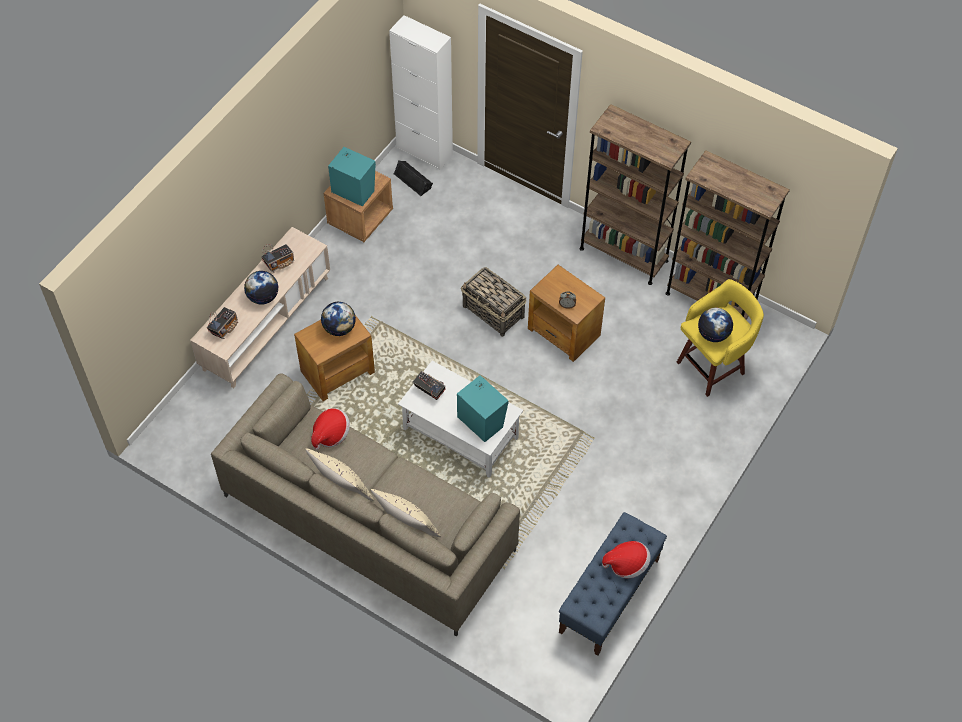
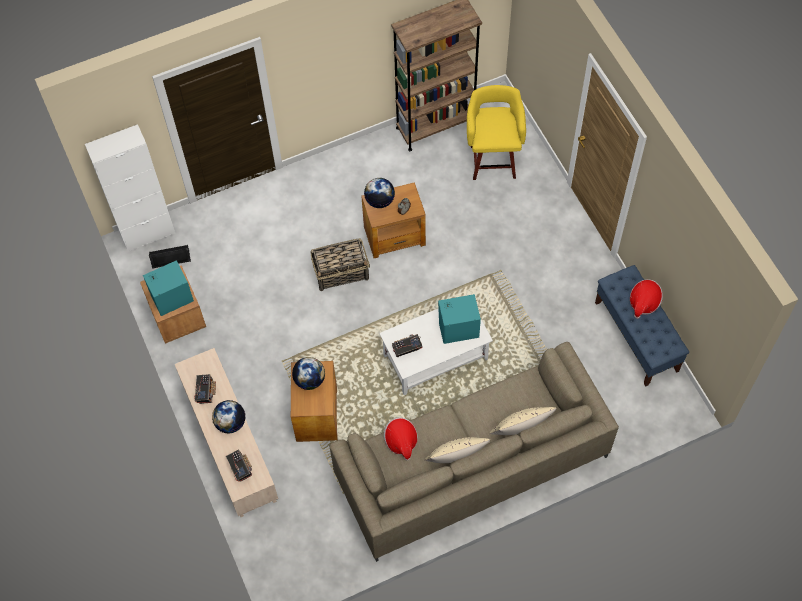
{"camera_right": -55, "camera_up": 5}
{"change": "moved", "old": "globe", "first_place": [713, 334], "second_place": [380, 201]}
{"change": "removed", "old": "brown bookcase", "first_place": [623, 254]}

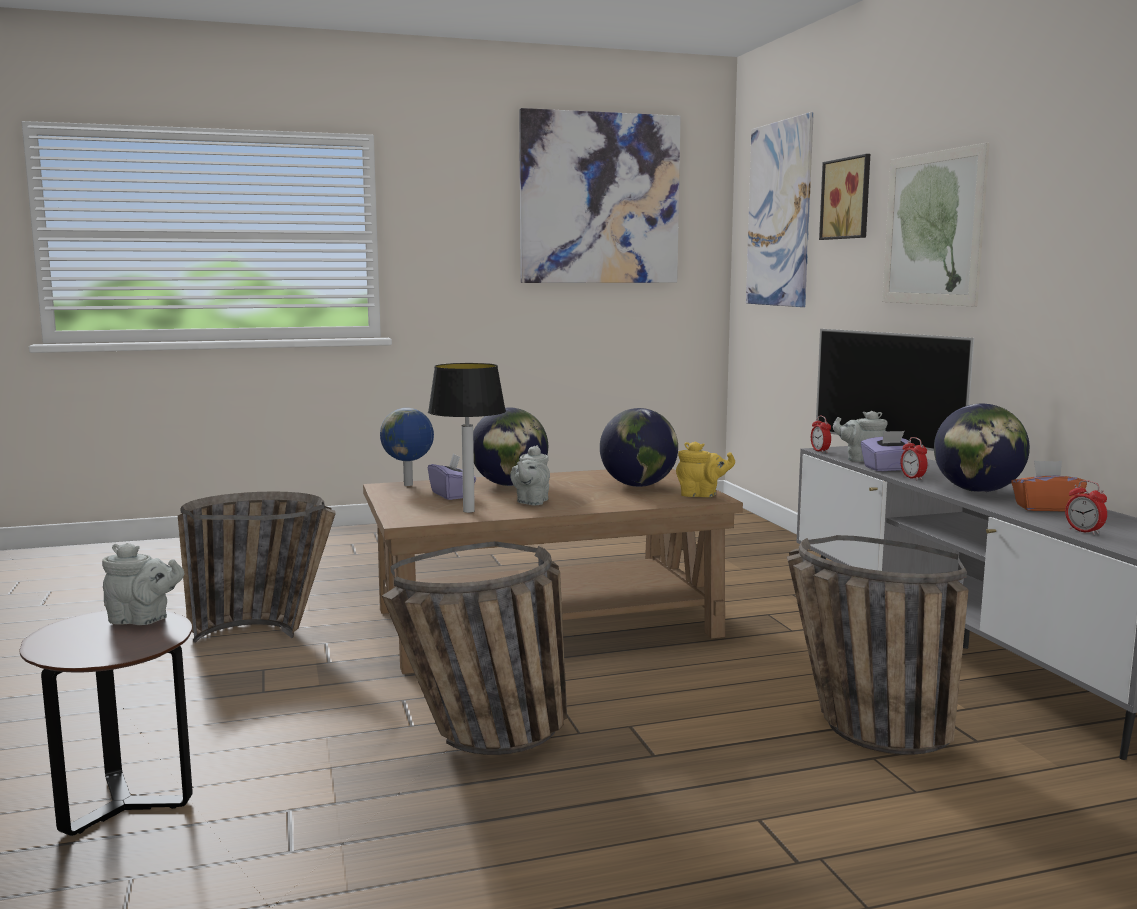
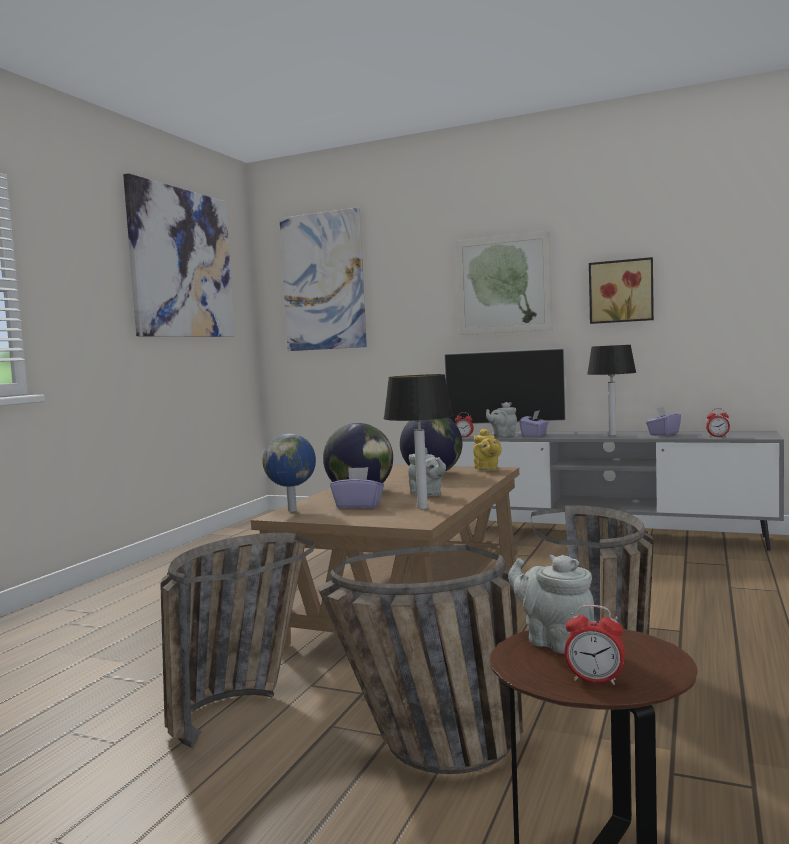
{"camera_right": -50, "camera_up": -5}
{"change": "moved", "old": "basket", "first_place": [855, 725], "second_place": [427, 754]}
{"change": "turned", "old": "yellow teapot", "first_place": [701, 495], "second_place": [486, 469], "degrees": 120}
{"change": "turned", "old": "grey teapot", "first_place": [143, 620], "second_place": [554, 641], "degrees": -90}
{"change": "moved", "old": "alarm clock", "first_place": [912, 478], "second_place": [595, 680]}
{"change": "replaced", "old": "globe", "new": "table lamp", "first_place": [977, 491], "second_place": [612, 435]}
{"change": "moved", "old": "picture", "first_place": [848, 198], "second_place": [621, 291]}
{"change": "recoloured", "old": "orange tissue box", "new": "purple tissue box", "first_place": [1045, 508], "second_place": [663, 434]}

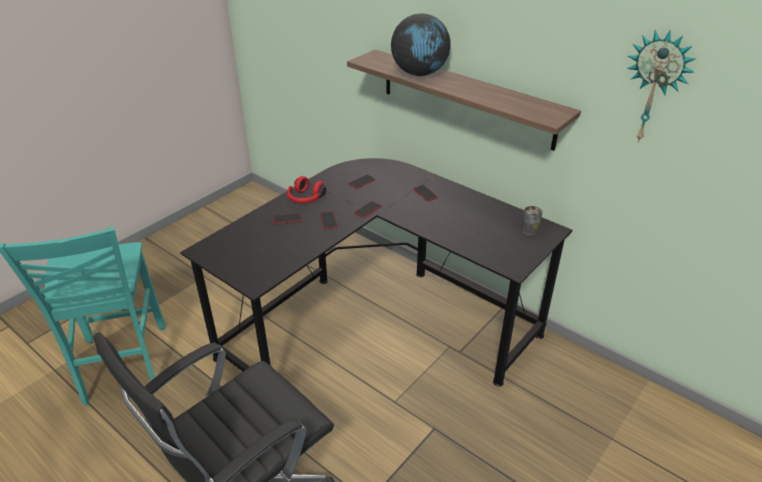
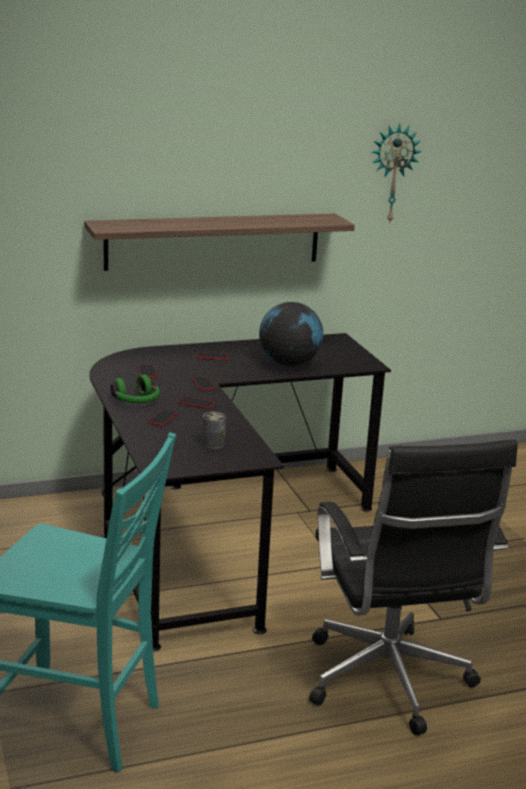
{"camera_right": -60, "camera_up": -15}
{"change": "recoloured", "old": "red headphones", "new": "green headphones", "first_place": [305, 199], "second_place": [136, 402]}
{"change": "moved", "old": "can", "first_place": [529, 230], "second_place": [213, 444]}
{"change": "moved", "old": "globe", "first_place": [419, 73], "second_place": [289, 364]}

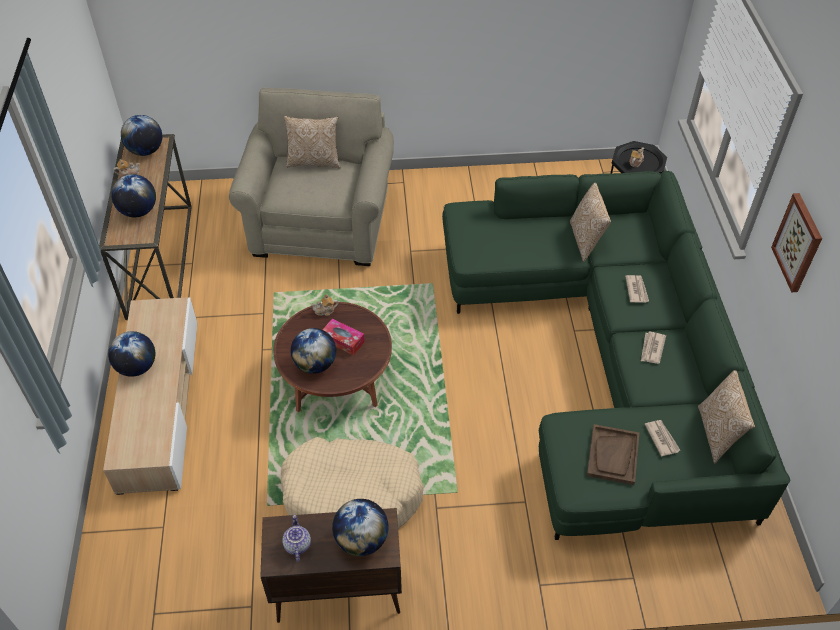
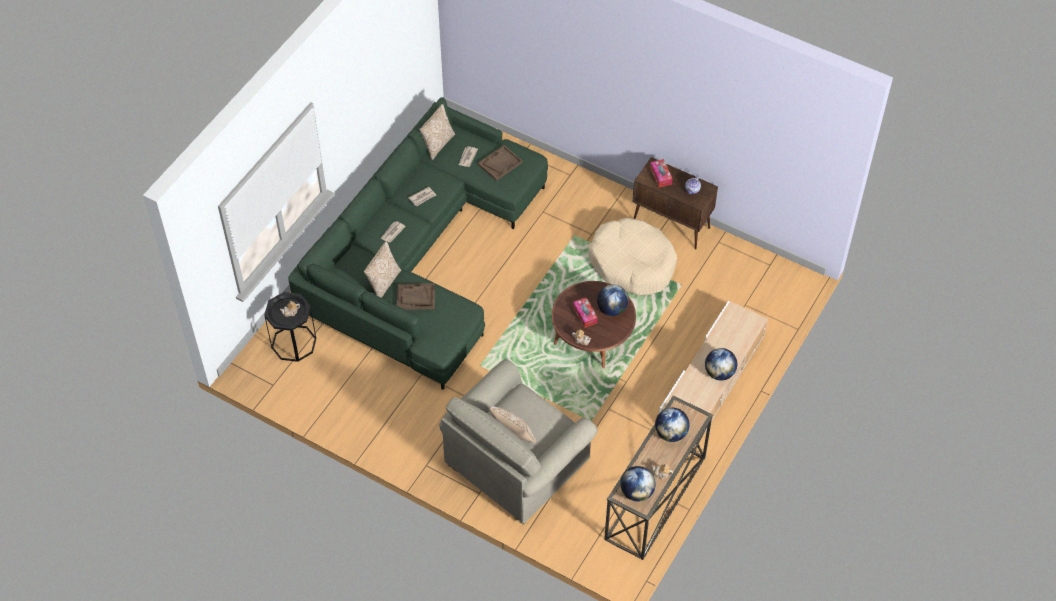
{"camera_right": -145, "camera_up": 5}
{"change": "added", "new": "brown tray", "second_place": [415, 297]}
{"change": "replaced", "old": "globe", "new": "tissue box", "first_place": [361, 540], "second_place": [661, 176]}
{"change": "removed", "old": "picture", "first_place": [798, 243]}

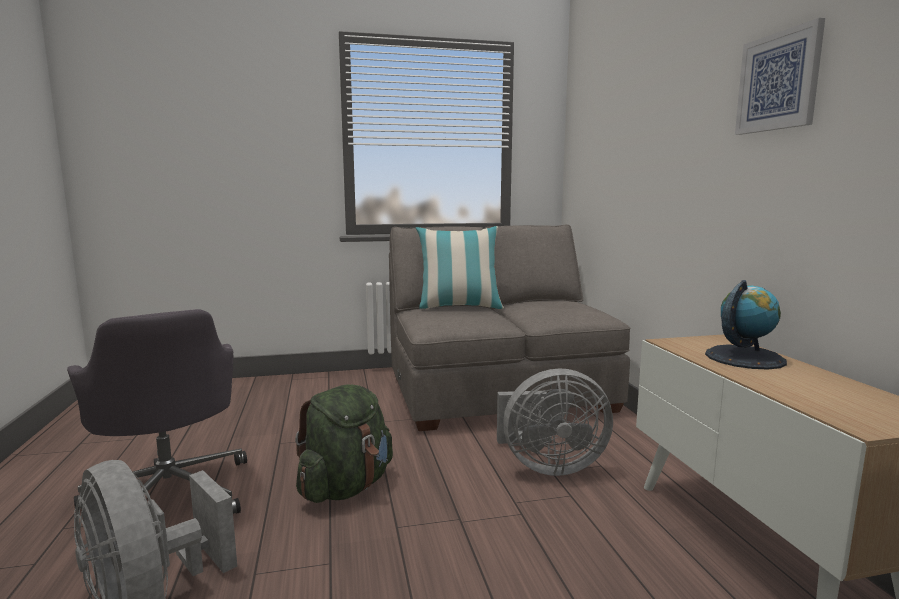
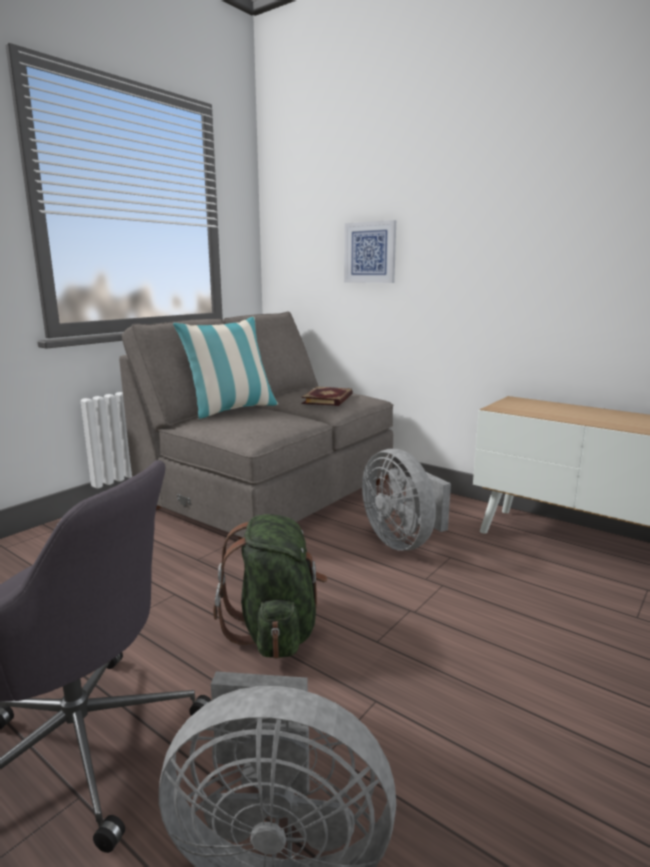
{"camera_right": -40, "camera_up": 5}
{"change": "added", "new": "book", "second_place": [328, 399]}
{"change": "moved", "old": "picture", "first_place": [778, 82], "second_place": [370, 252]}
{"change": "turned", "old": "grey fan", "first_place": [548, 465], "second_place": [403, 541], "degrees": 105}
{"change": "removed", "old": "globe", "first_place": [744, 357]}

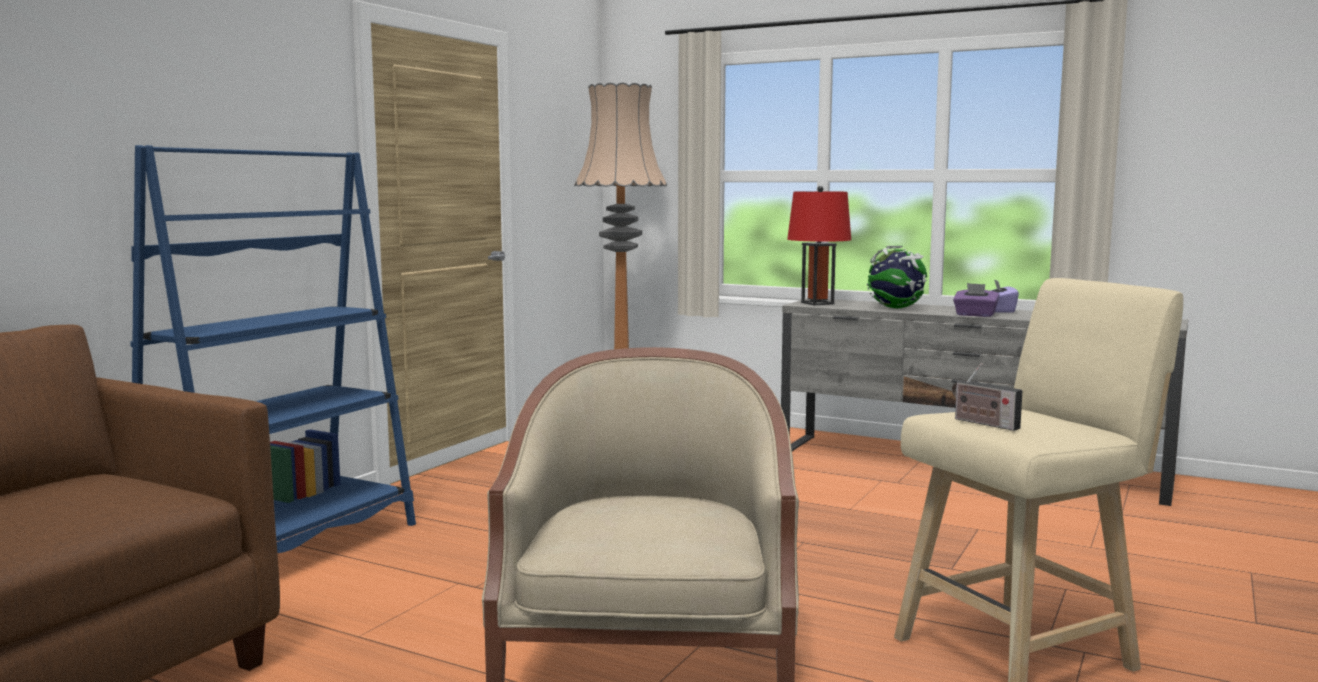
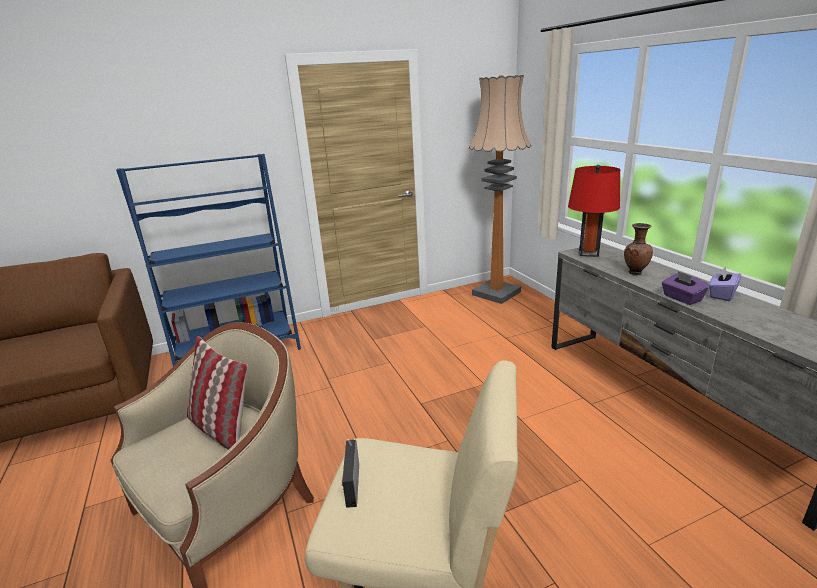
{"camera_right": 40, "camera_up": 15}
{"change": "added", "new": "pillow", "second_place": [222, 428]}
{"change": "replaced", "old": "globe", "new": "brown vase", "first_place": [896, 308], "second_place": [634, 272]}

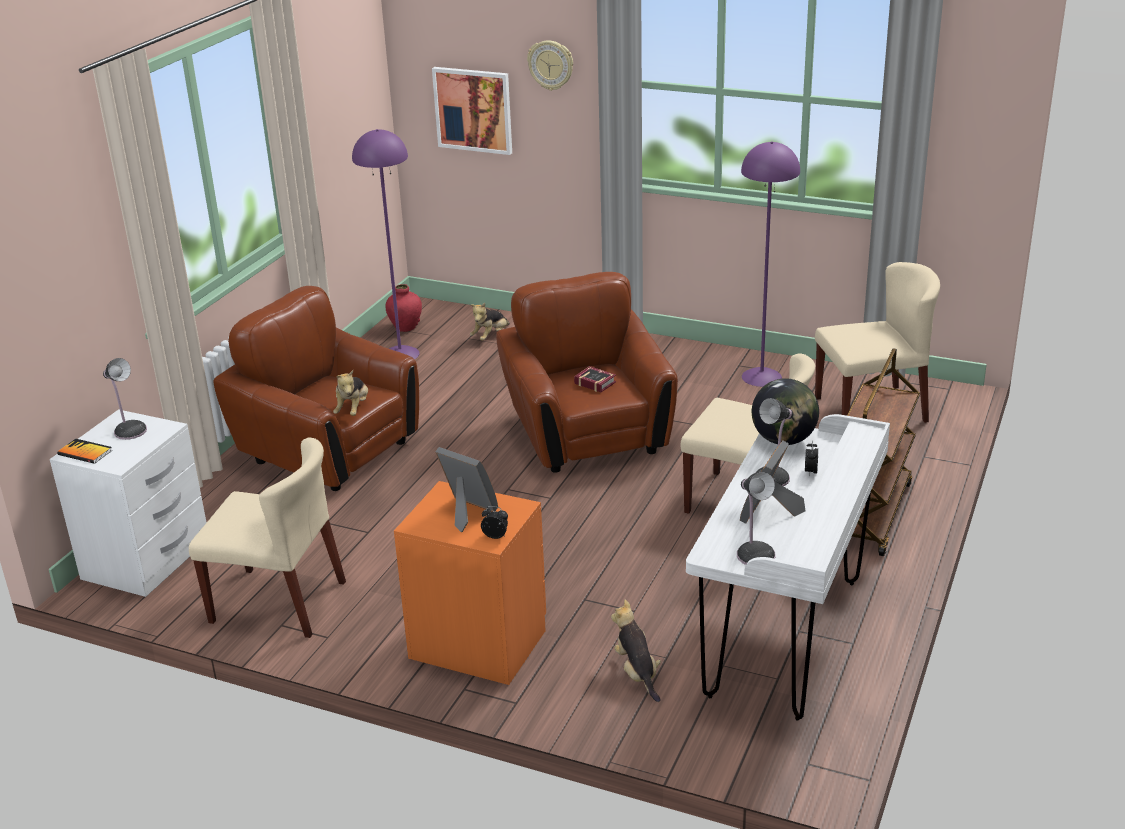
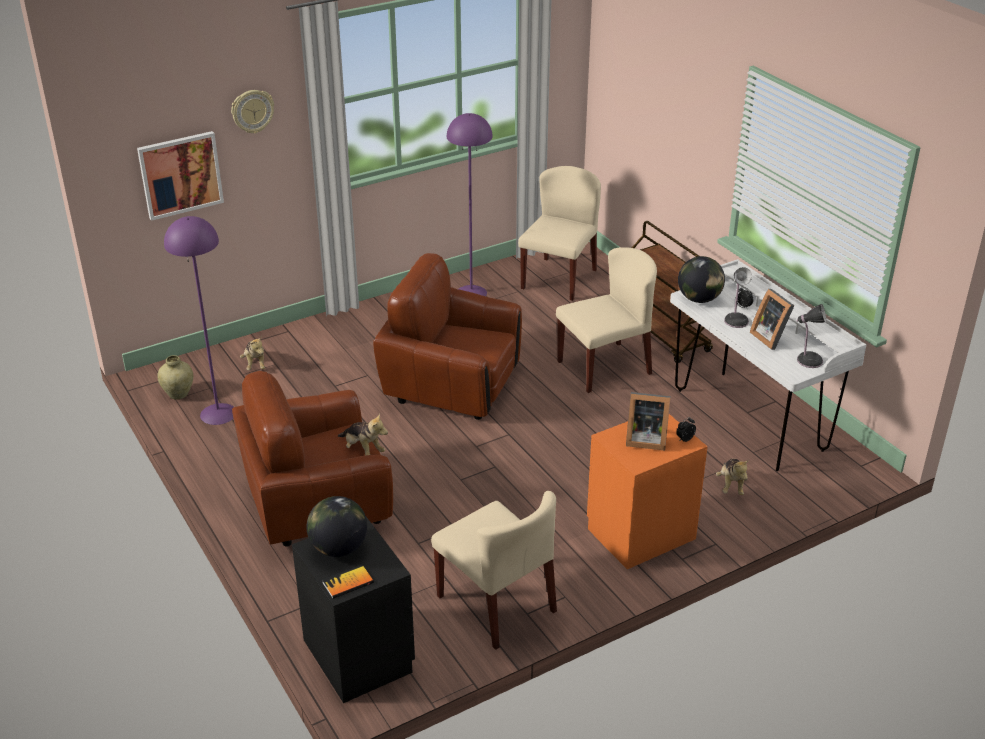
{"camera_right": -55, "camera_up": 5}
{"change": "recoloured", "old": "red vase", "new": "beige vase", "first_place": [405, 327], "second_place": [178, 394]}
{"change": "recoloured", "old": "white nightstand", "new": "black nightstand", "first_place": [147, 560], "second_place": [359, 655]}
{"change": "replaced", "old": "table lamp", "new": "globe", "first_place": [129, 430], "second_place": [339, 548]}
{"change": "turned", "old": "beige chair", "first_place": [279, 602], "second_place": [497, 604], "degrees": 90}
{"change": "turned", "old": "picture frame", "first_place": [467, 512], "second_place": [644, 439], "degrees": -150}
{"change": "turned", "old": "plush toy", "first_place": [637, 673], "second_place": [731, 485], "degrees": -105}
{"change": "removed", "old": "book", "first_place": [594, 382]}

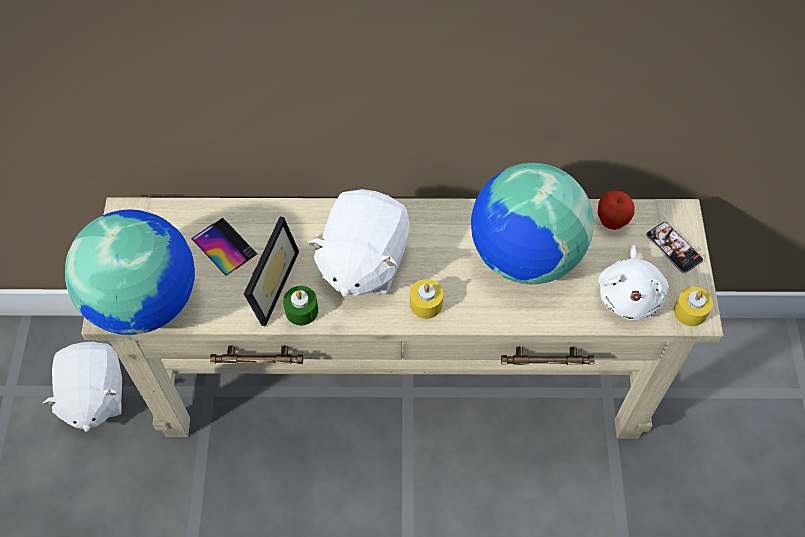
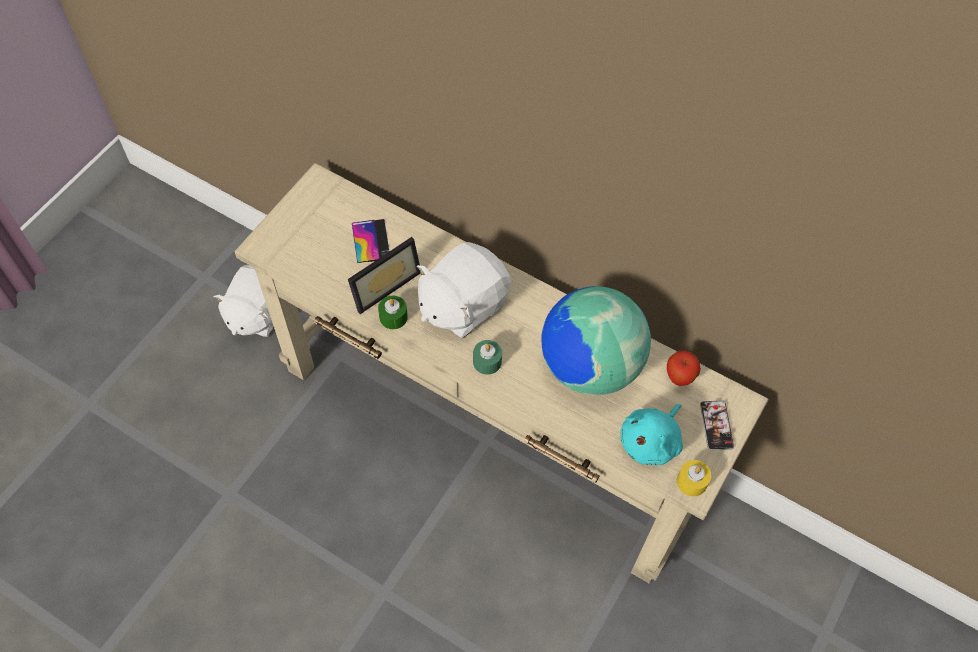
{"camera_right": 30, "camera_up": 0}
{"change": "recoloured", "old": "yellow candle", "new": "green candle", "first_place": [426, 304], "second_place": [487, 361]}
{"change": "recoloured", "old": "white plush toy", "new": "turquoise plush toy", "first_place": [629, 295], "second_place": [651, 442]}
{"change": "removed", "old": "globe", "first_place": [146, 301]}

